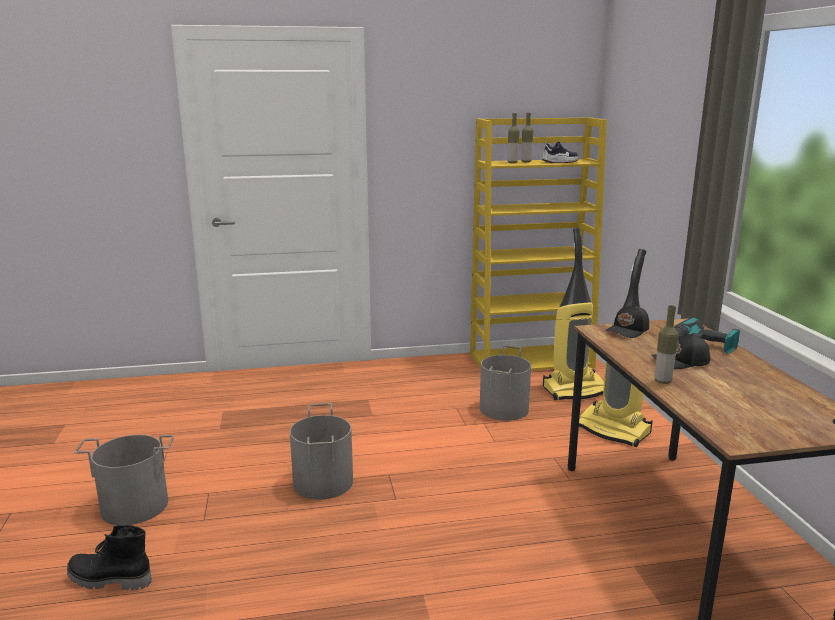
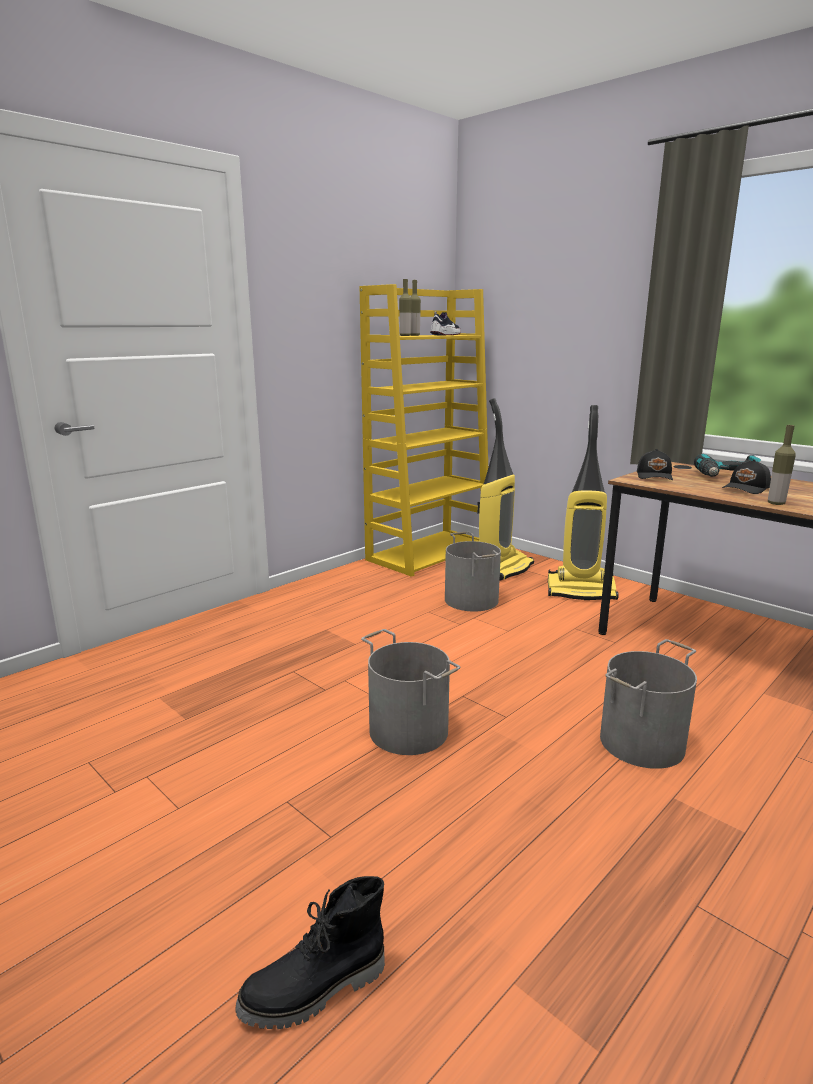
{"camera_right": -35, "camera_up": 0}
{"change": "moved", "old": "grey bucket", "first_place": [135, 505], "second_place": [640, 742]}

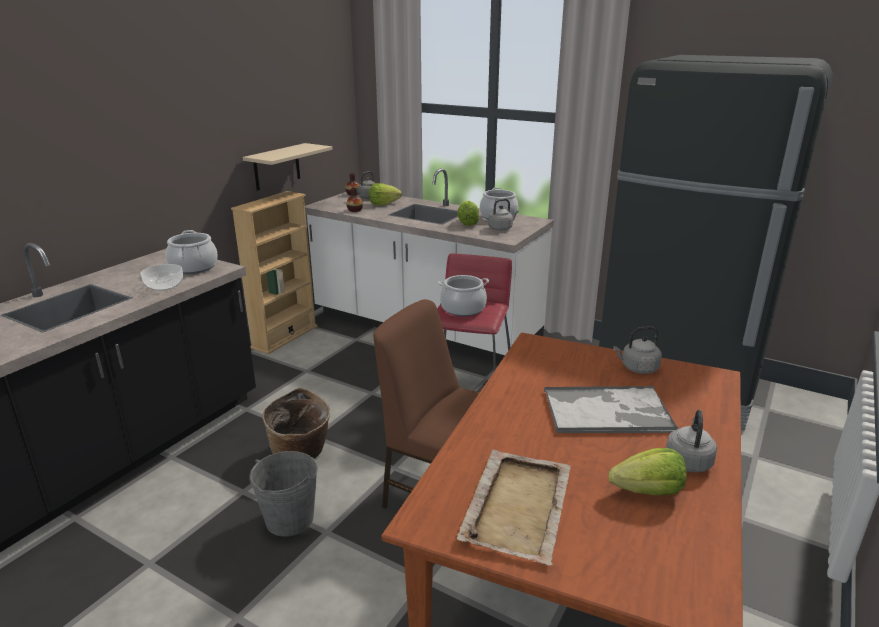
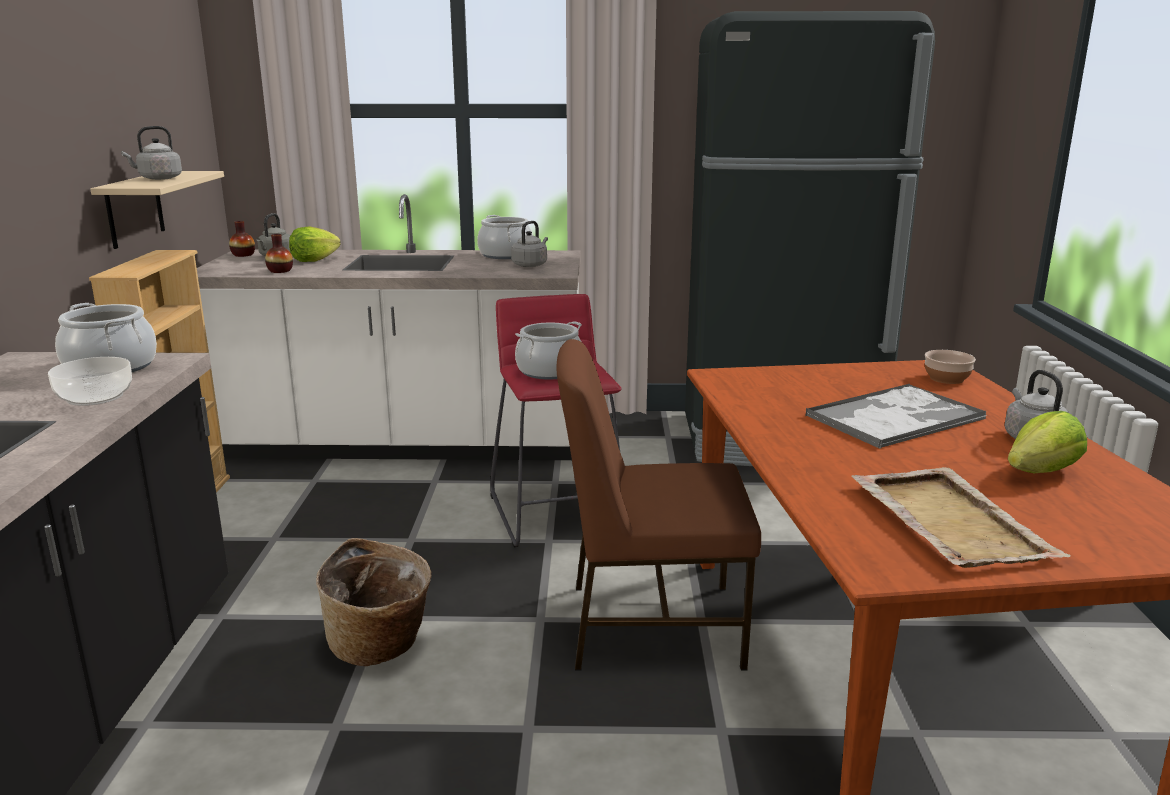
{"camera_right": -30, "camera_up": -5}
{"change": "moved", "old": "grey kettle", "first_place": [637, 368], "second_place": [158, 178]}
{"change": "added", "new": "bowl", "second_place": [946, 378]}
{"change": "removed", "old": "grey bucket", "first_place": [289, 519]}
{"change": "removed", "old": "lettuce", "first_place": [467, 223]}

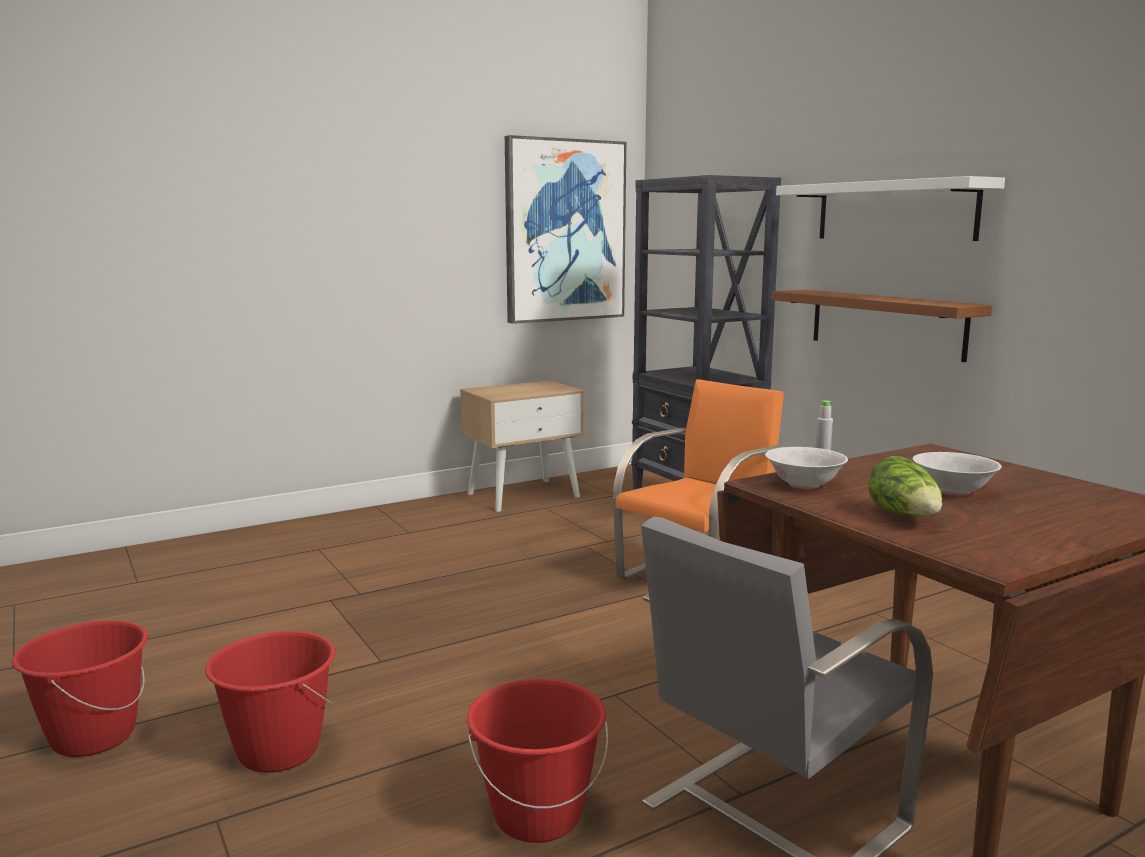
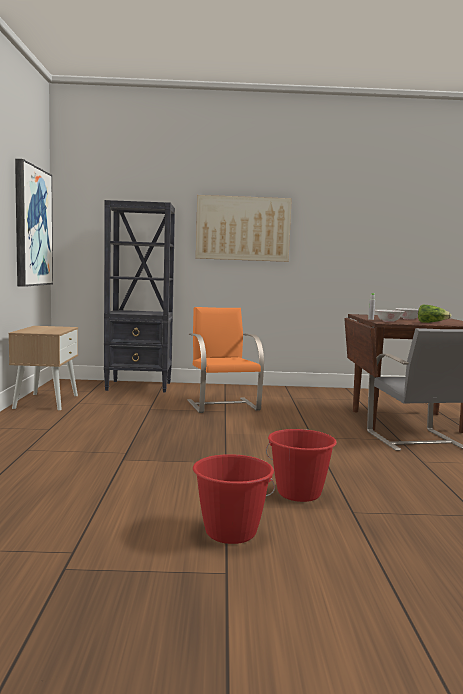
{"camera_right": -60, "camera_up": -5}
{"change": "replaced", "old": "white shelf", "new": "picture", "first_place": [894, 211], "second_place": [243, 228]}
{"change": "removed", "old": "red bucket", "first_place": [537, 815]}
{"change": "removed", "old": "brown shelf", "first_place": [886, 323]}

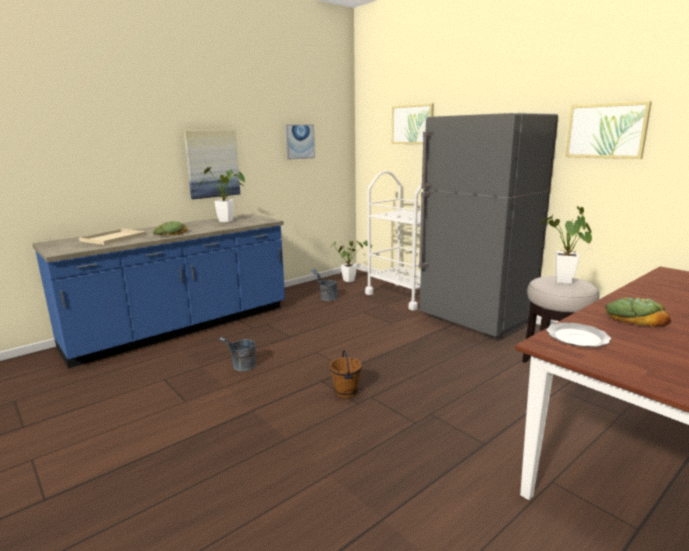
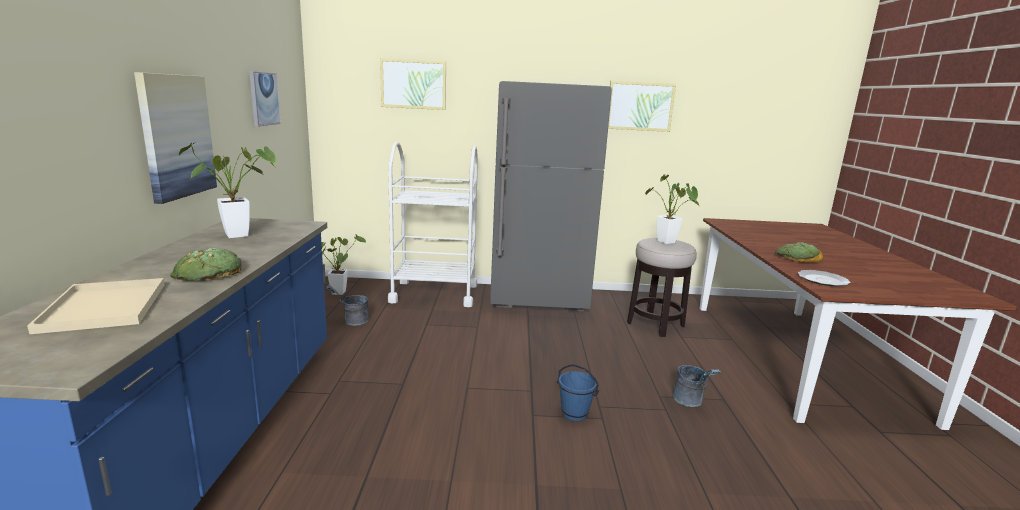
{"camera_right": -50, "camera_up": 0}
{"change": "recoloured", "old": "brown bucket", "new": "blue bucket", "first_place": [346, 392], "second_place": [575, 413]}
{"change": "moved", "old": "grey bucket", "first_place": [241, 367], "second_place": [691, 402]}

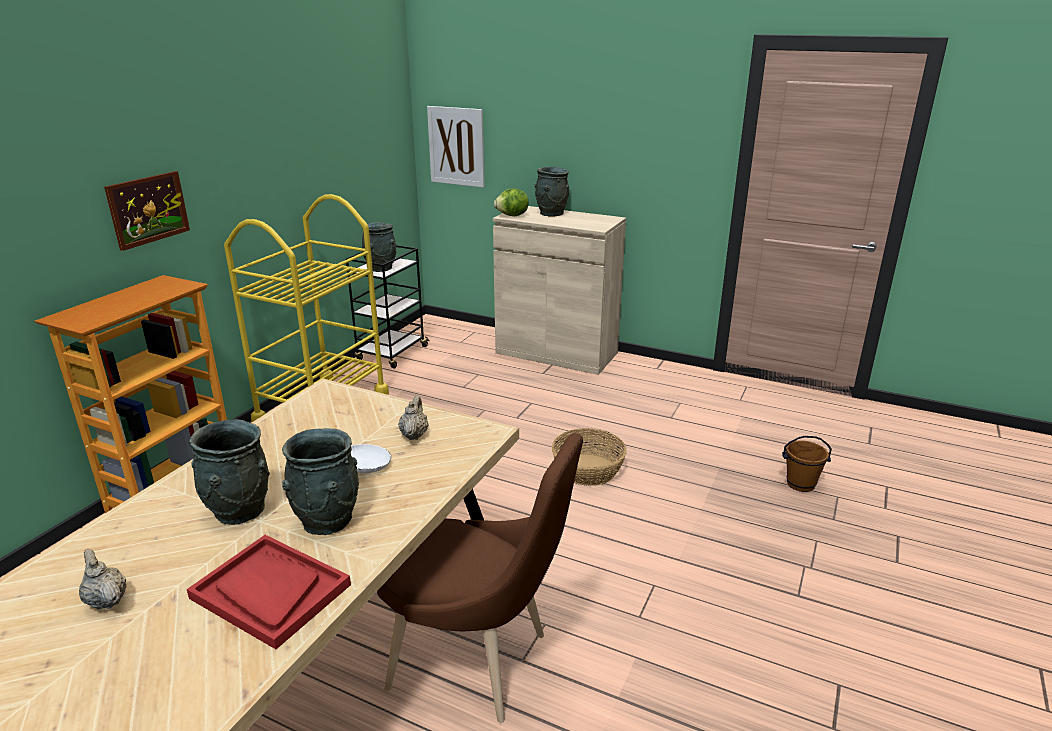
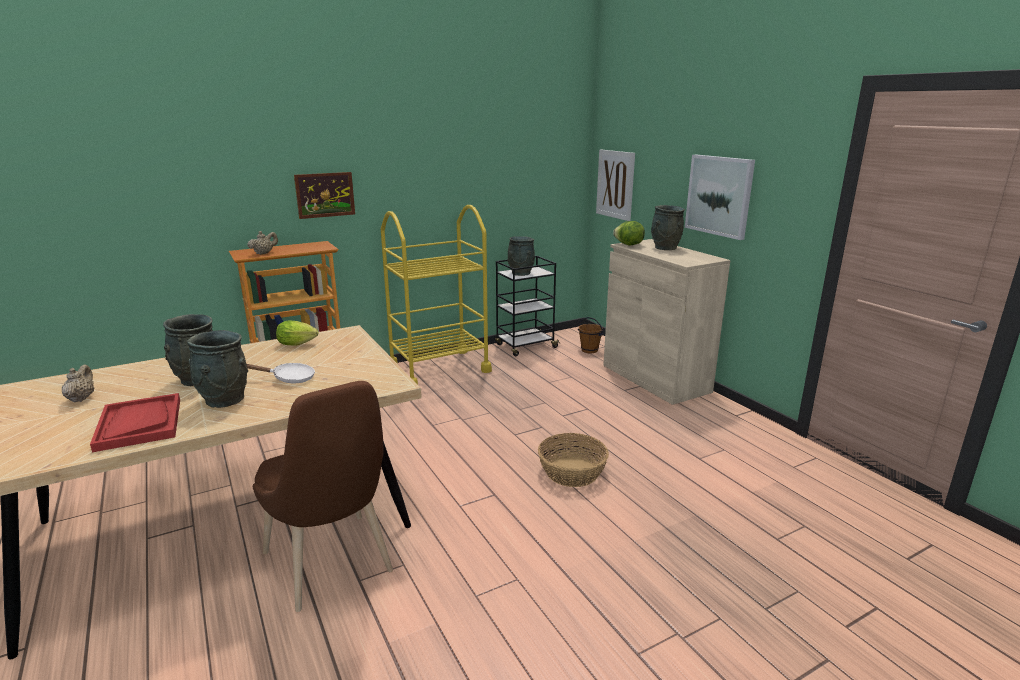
{"camera_right": 35, "camera_up": -5}
{"change": "moved", "old": "beige teapot", "first_place": [414, 435], "second_place": [264, 253]}
{"change": "added", "new": "lettuce", "second_place": [299, 344]}
{"change": "moved", "old": "brown bucket", "first_place": [800, 484], "second_place": [589, 350]}
{"change": "added", "new": "picture", "second_place": [719, 195]}

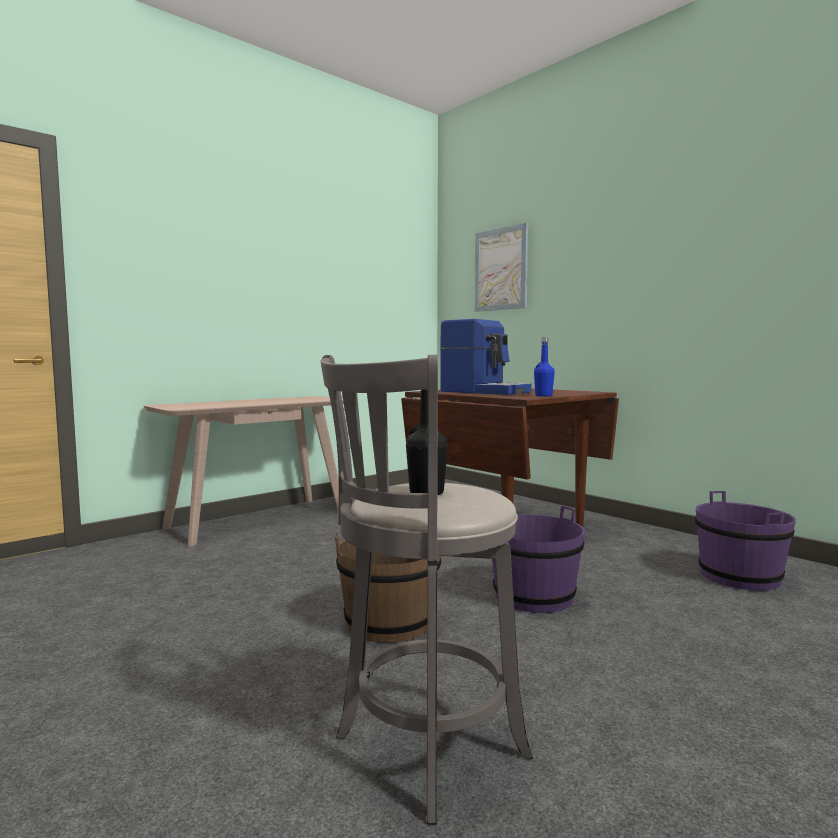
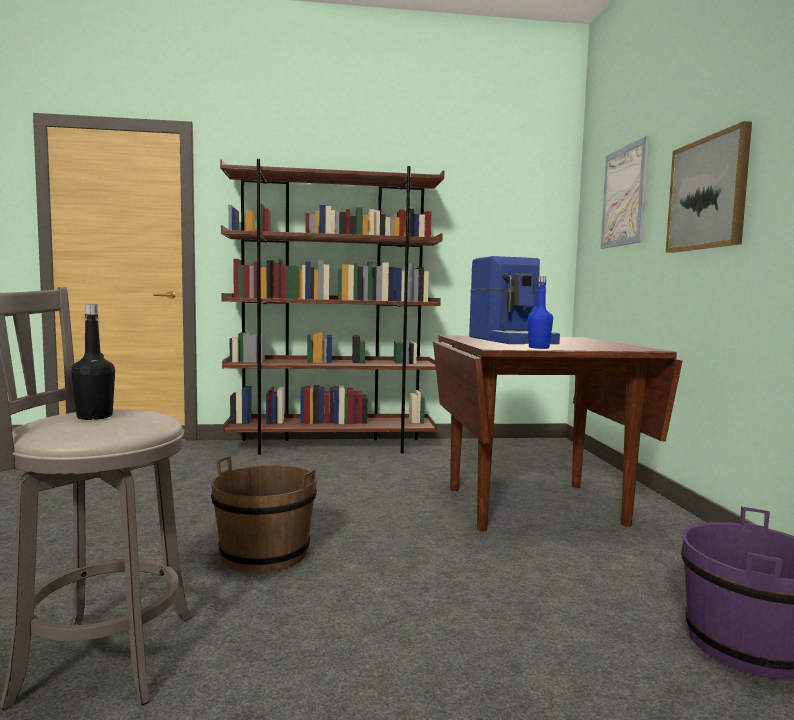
{"camera_right": 35, "camera_up": 0}
{"change": "replaced", "old": "beige console table", "new": "brown bookcase", "first_place": [258, 520], "second_place": [332, 446]}
{"change": "added", "new": "picture", "second_place": [708, 194]}
{"change": "removed", "old": "purple bucket", "first_place": [533, 596]}

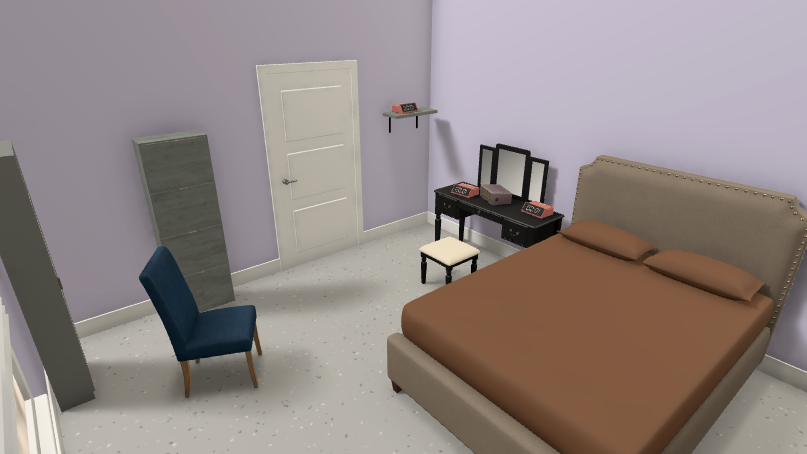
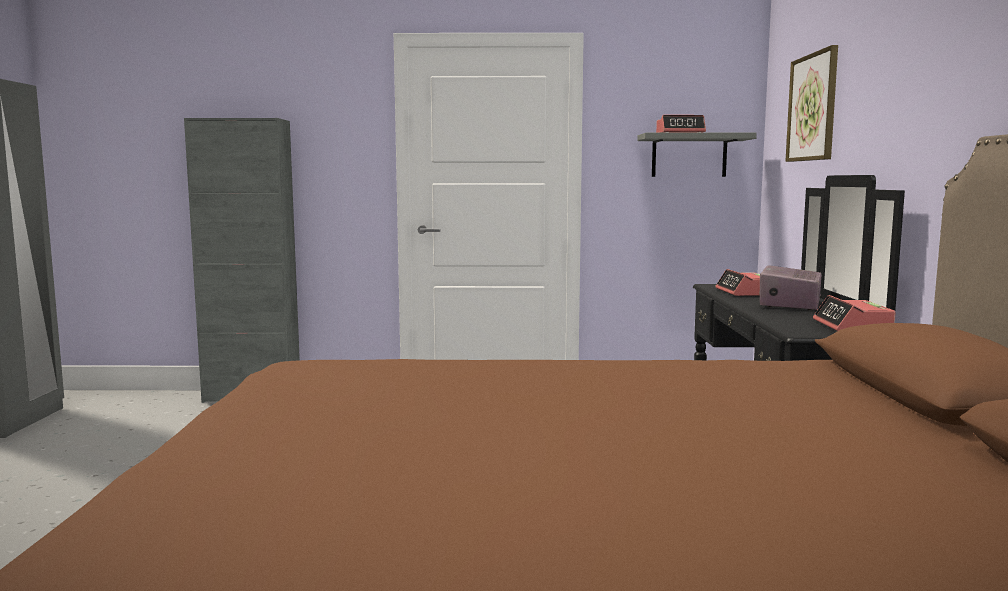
{"camera_right": 40, "camera_up": -15}
{"change": "added", "new": "picture", "second_place": [812, 107]}
{"change": "removed", "old": "blue chair", "first_place": [218, 374]}

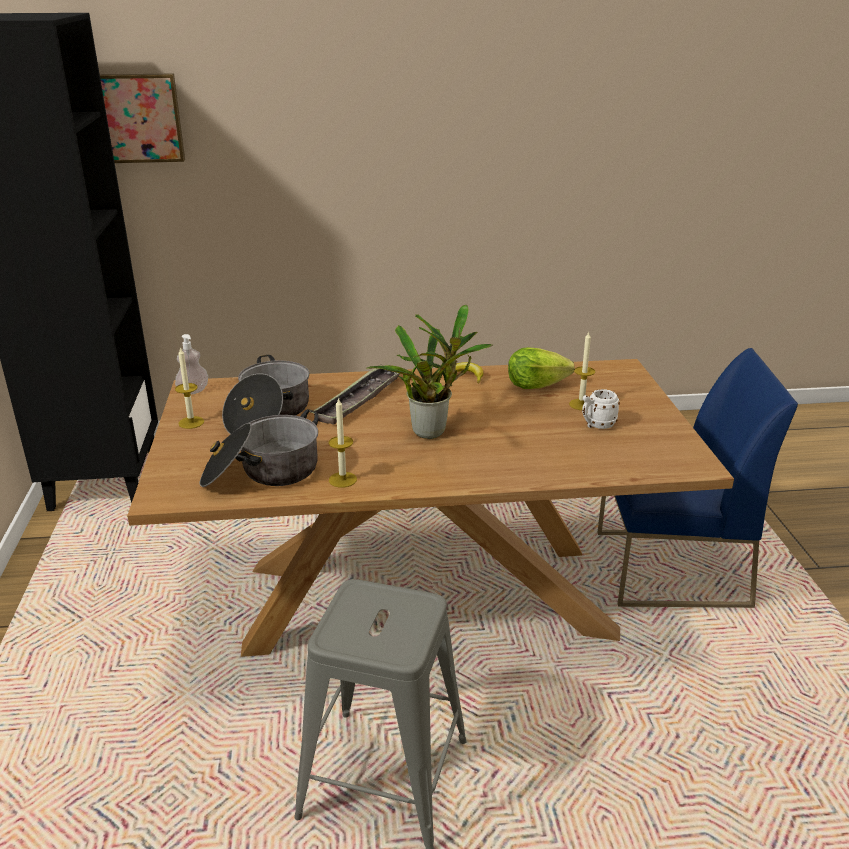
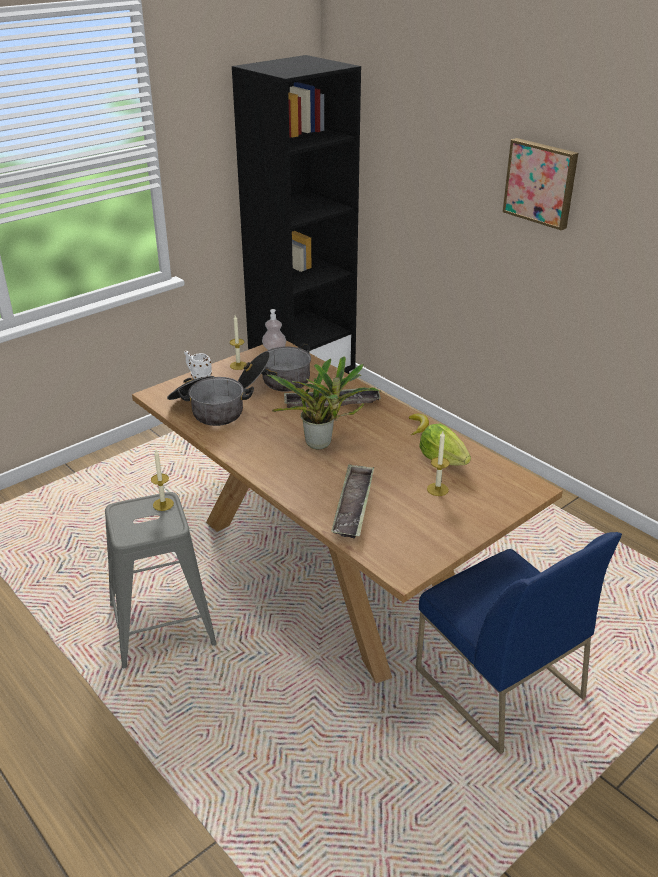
{"camera_right": 55, "camera_up": 5}
{"change": "moved", "old": "candle", "first_place": [342, 479], "second_place": [163, 504]}
{"change": "moved", "old": "white mug", "first_place": [596, 425], "second_place": [198, 376]}
{"change": "added", "new": "tray", "second_place": [353, 505]}
{"change": "moved", "old": "picture", "first_place": [137, 118], "second_place": [541, 183]}

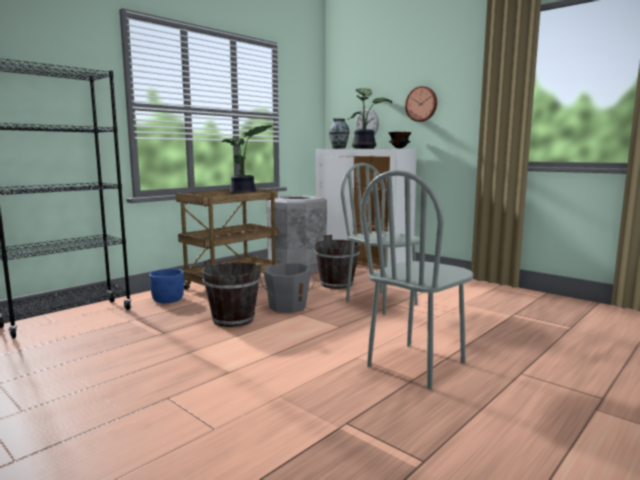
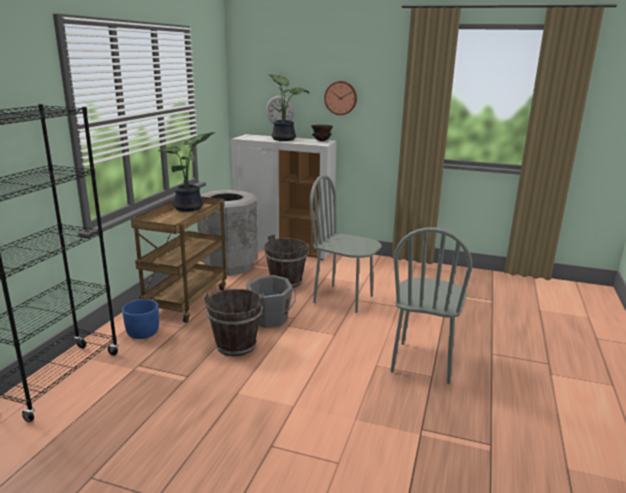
{"camera_right": -25, "camera_up": 10}
{"change": "removed", "old": "vase", "first_place": [339, 148]}

